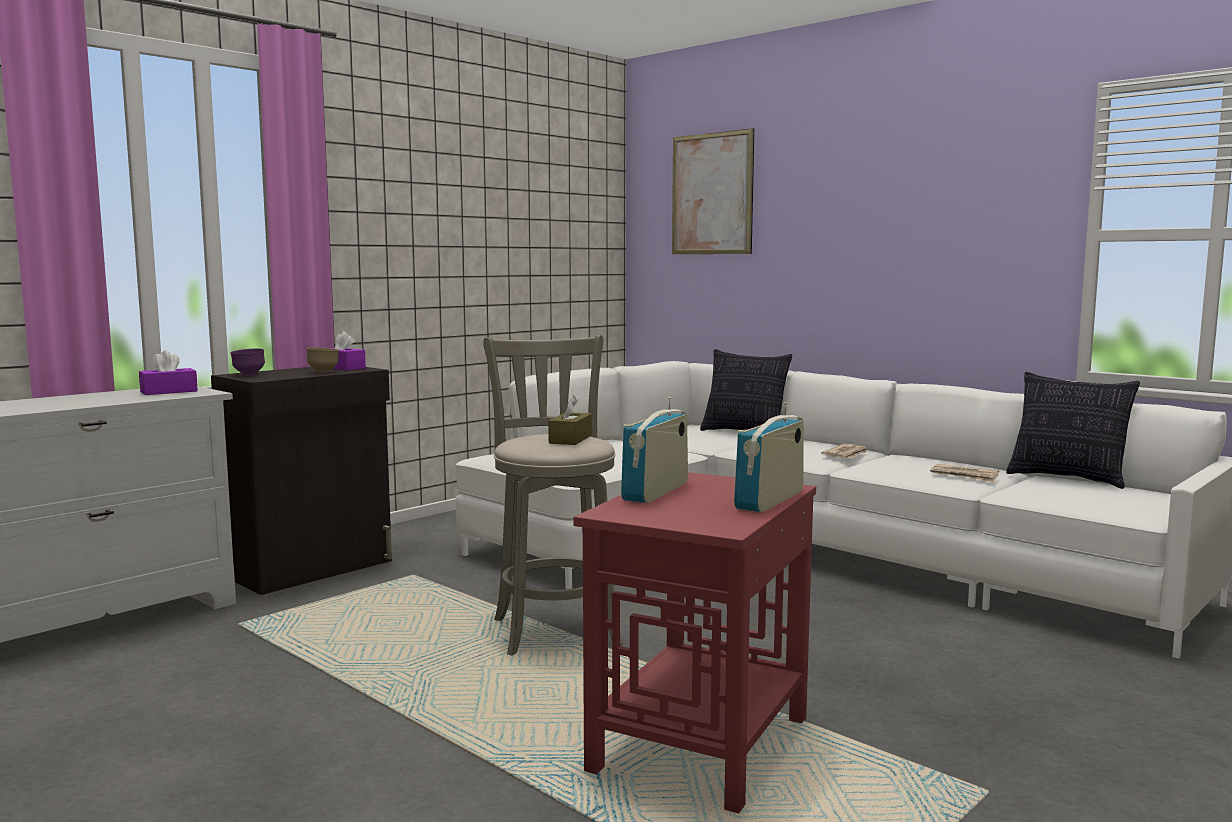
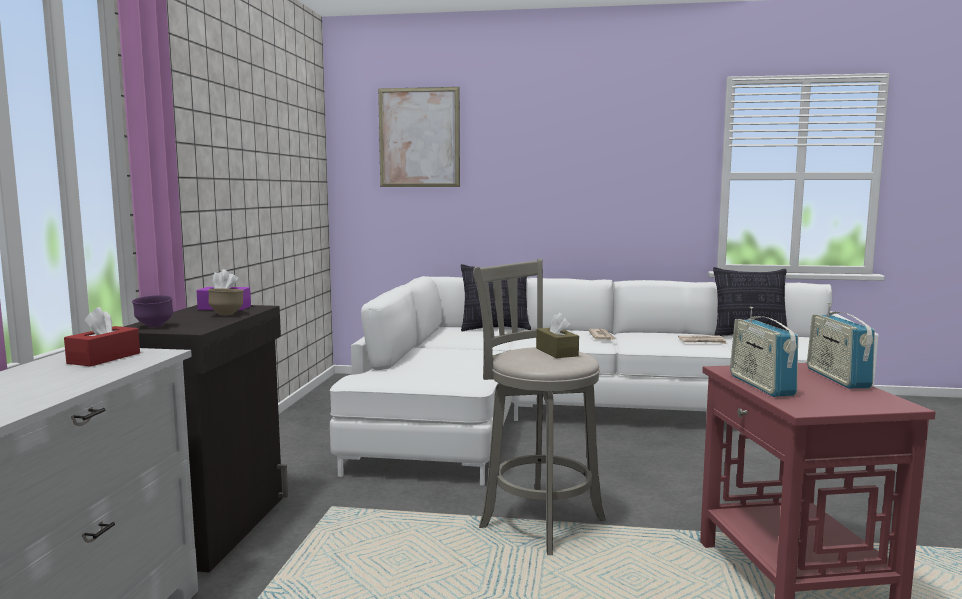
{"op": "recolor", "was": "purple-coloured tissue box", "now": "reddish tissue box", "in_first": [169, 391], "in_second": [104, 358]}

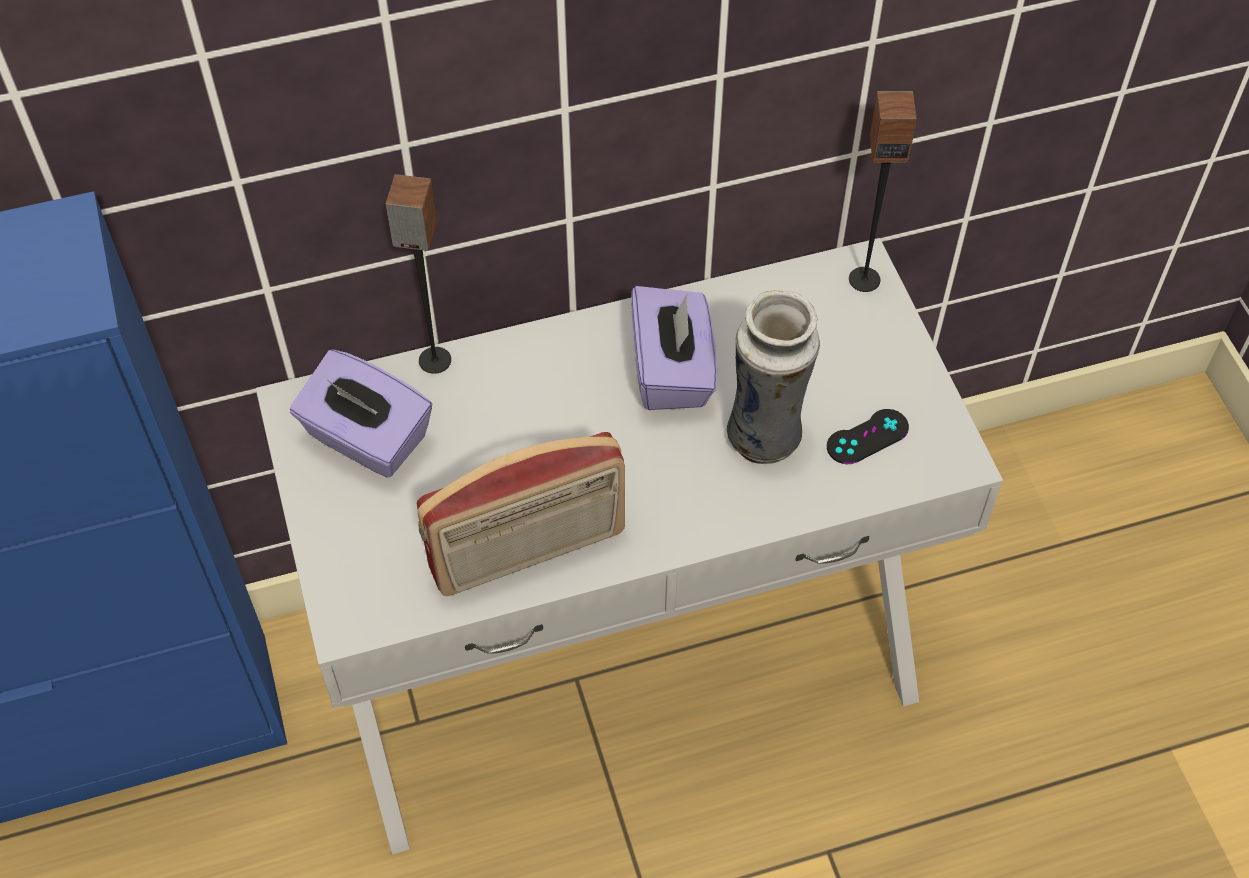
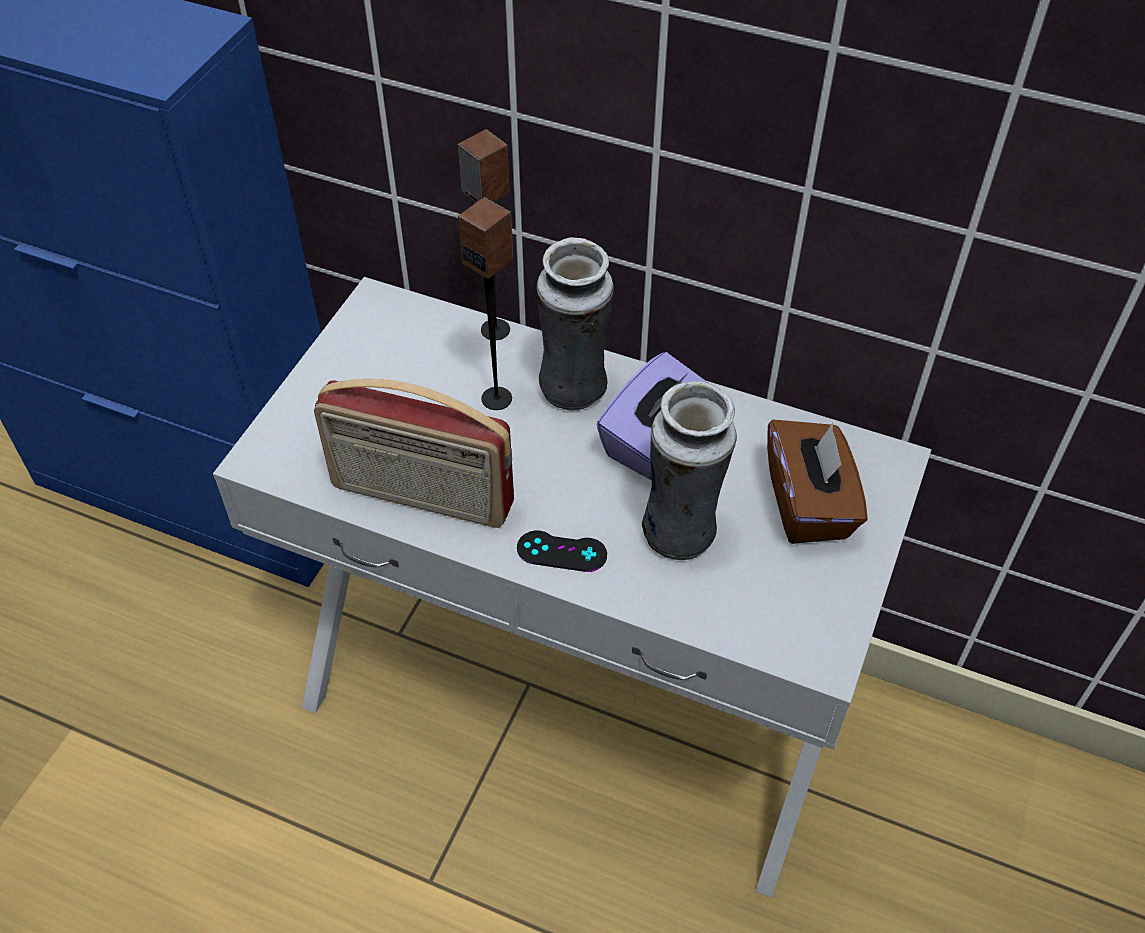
{"op": "move", "was": "audio speaker", "in_first": [864, 279], "in_second": [497, 398]}
{"op": "move", "was": "black-coloured joypad", "in_first": [867, 437], "in_second": [561, 551]}
{"op": "insert", "now": "decorative vase", "in_second": [574, 390]}
{"op": "insert", "now": "brown-coloured tissue box", "in_second": [809, 504]}
{"op": "delete", "was": "purple-coloured tissue box", "in_first": [366, 438]}

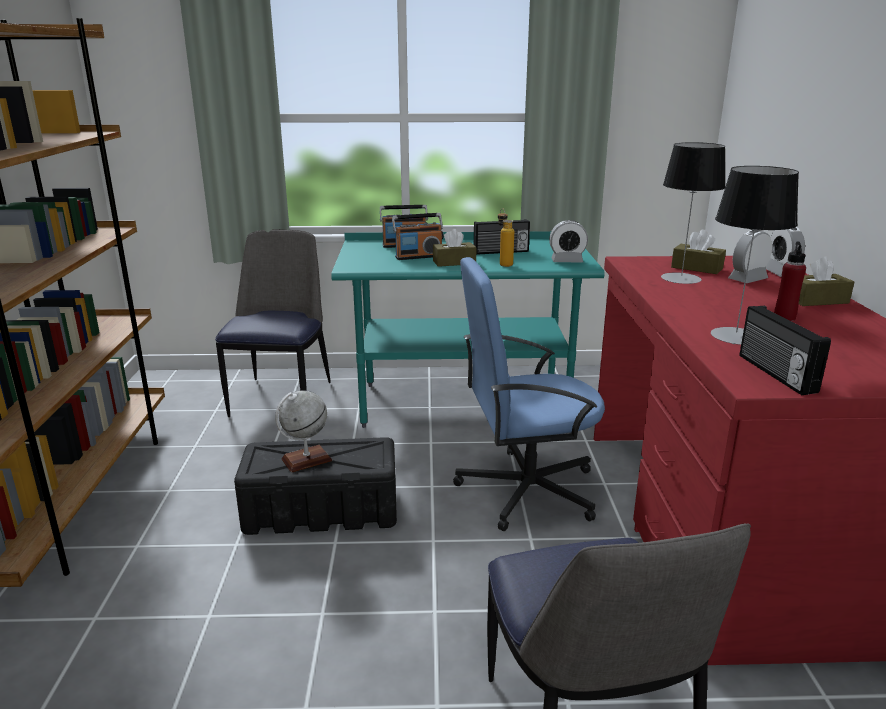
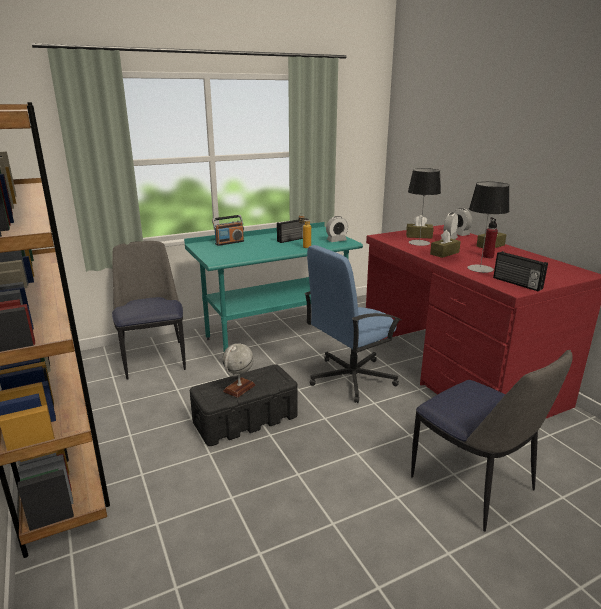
{"op": "move", "was": "brown-coloured tissue box", "in_first": [454, 262], "in_second": [444, 253]}
{"op": "delete", "was": "radio", "in_first": [418, 256]}

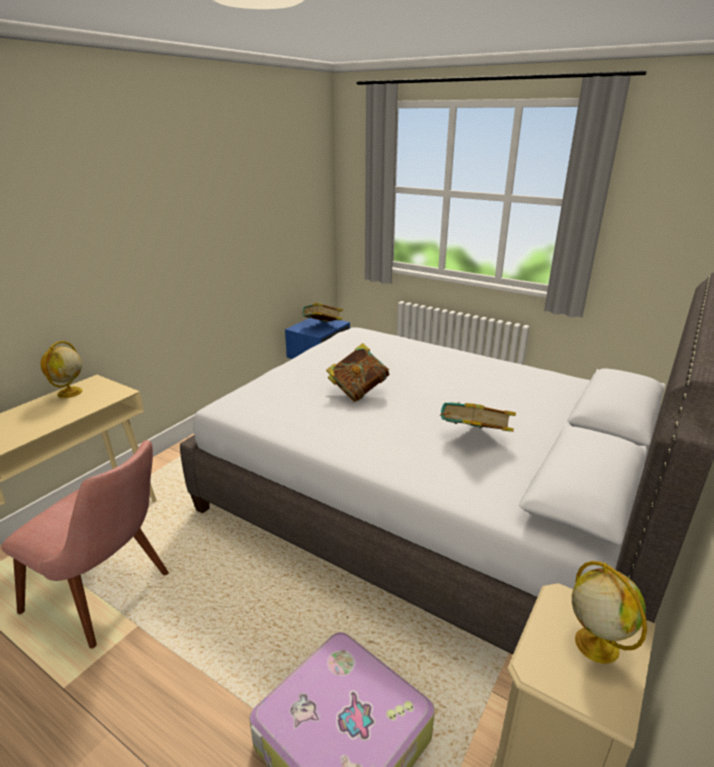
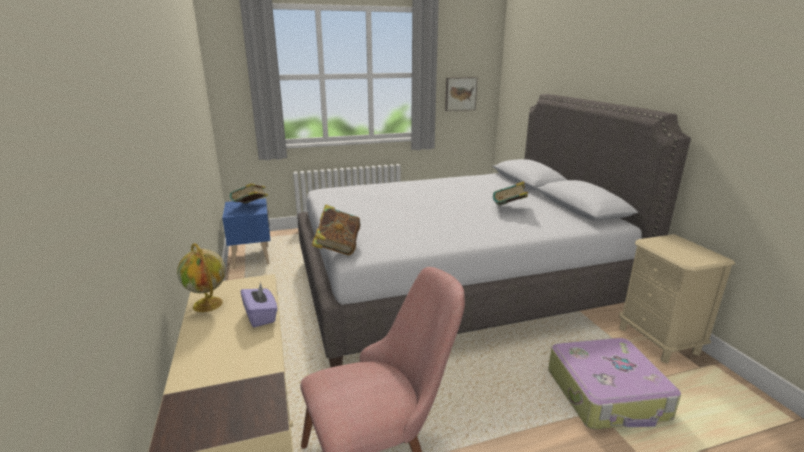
{"op": "insert", "now": "purple-coloured tissue box", "in_second": [261, 316]}
{"op": "move", "was": "book", "in_first": [358, 391], "in_second": [337, 248]}
{"op": "insert", "now": "wall art", "in_second": [460, 94]}
{"op": "delete", "was": "globe", "in_first": [595, 643]}

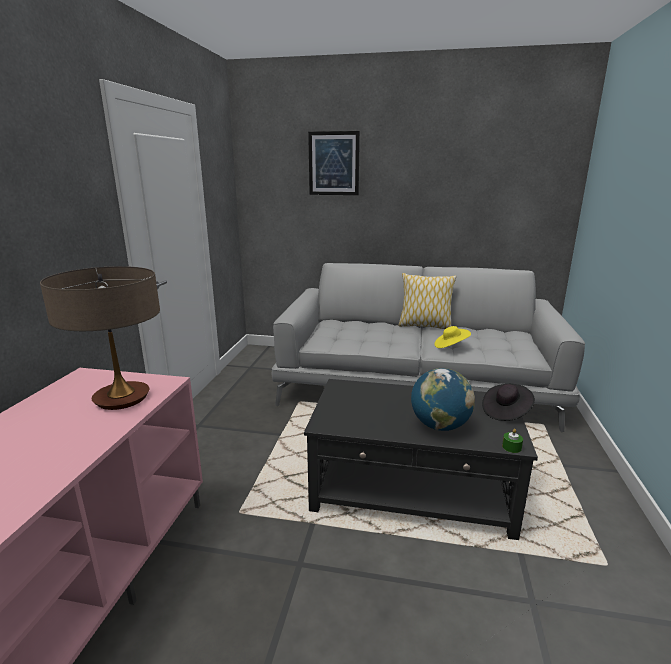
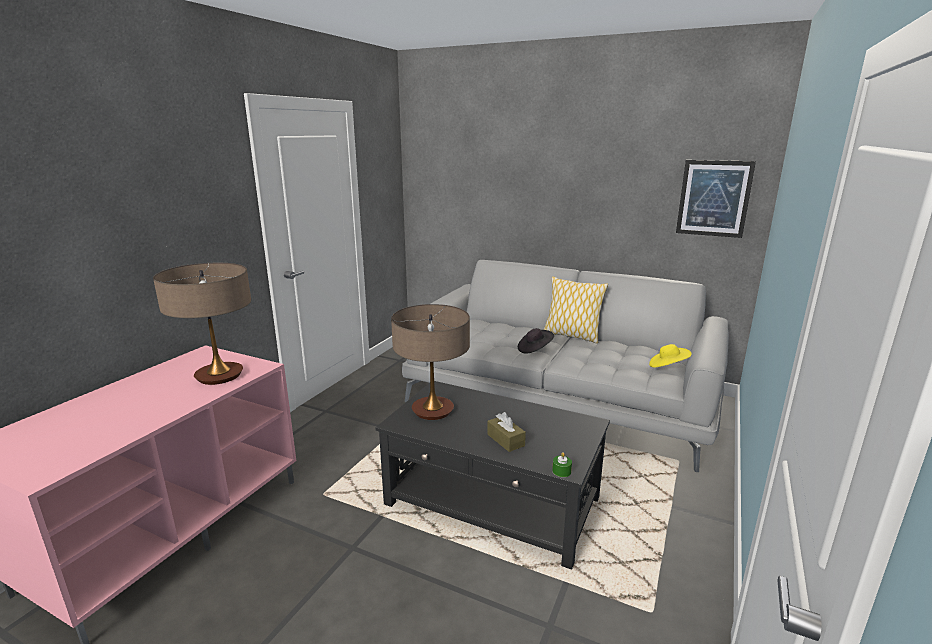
{"op": "insert", "now": "tabletop lamp", "in_second": [433, 410]}
{"op": "replace", "was": "globe", "now": "brown-coloured tissue box", "in_first": [439, 426], "in_second": [505, 440]}
{"op": "move", "was": "black-coloured wearable hat", "in_first": [506, 411], "in_second": [534, 349]}
{"op": "move", "was": "yellowish wearable hat", "in_first": [450, 346], "in_second": [667, 366]}
{"op": "move", "was": "wall art", "in_first": [334, 163], "in_second": [714, 198]}

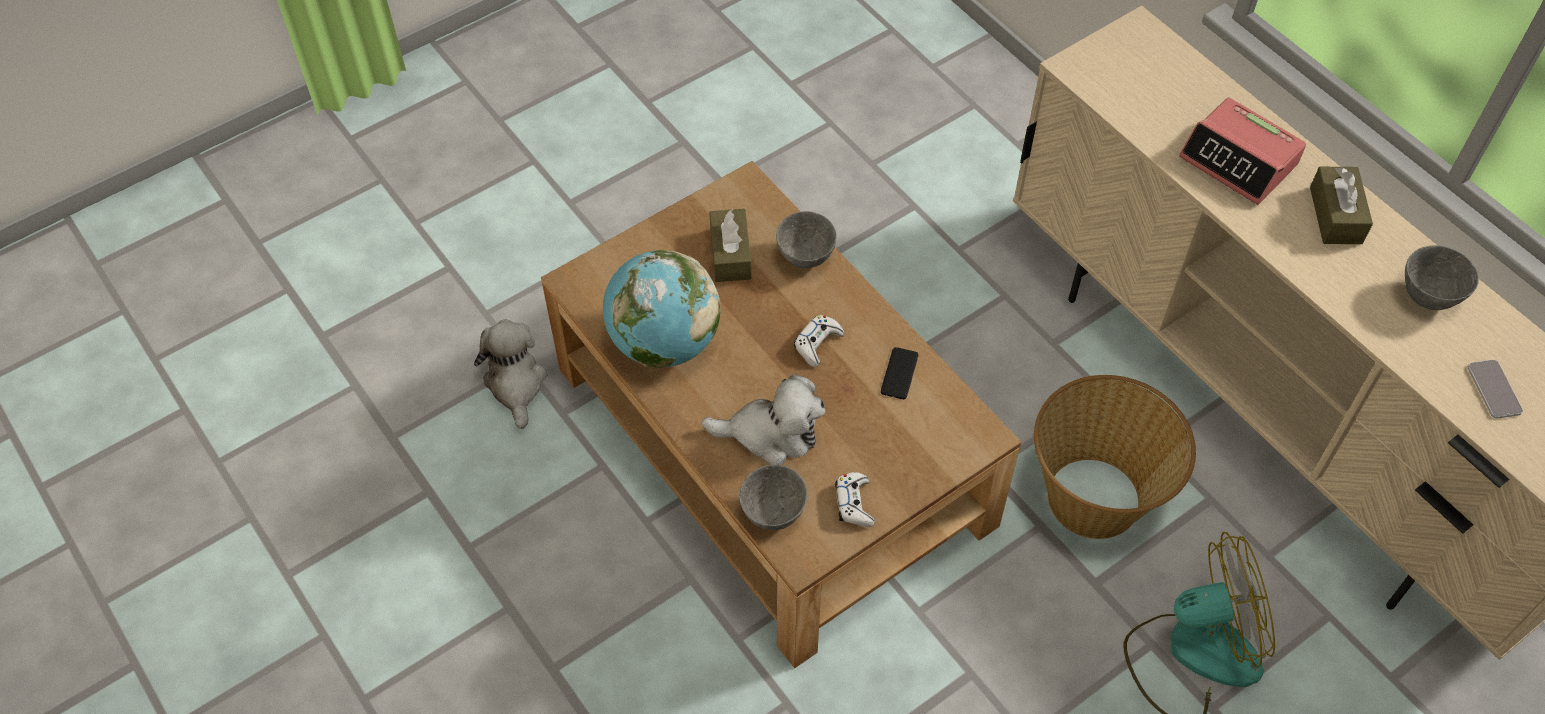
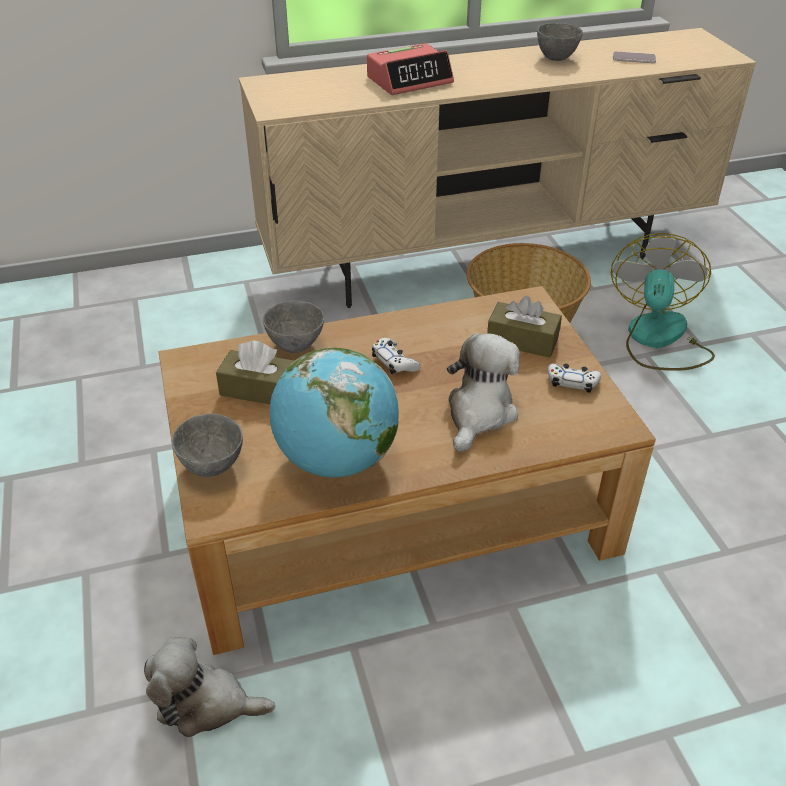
{"op": "move", "was": "greyish bowl", "in_first": [774, 514], "in_second": [213, 466]}
{"op": "move", "was": "brown-coloured tissue box", "in_first": [1335, 215], "in_second": [522, 340]}
{"op": "delete", "was": "handset", "in_first": [899, 373]}

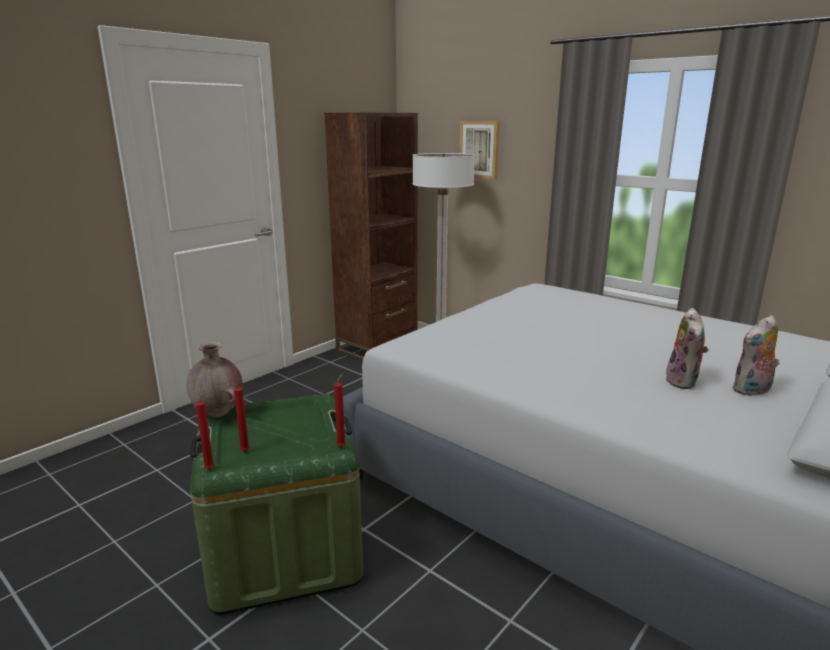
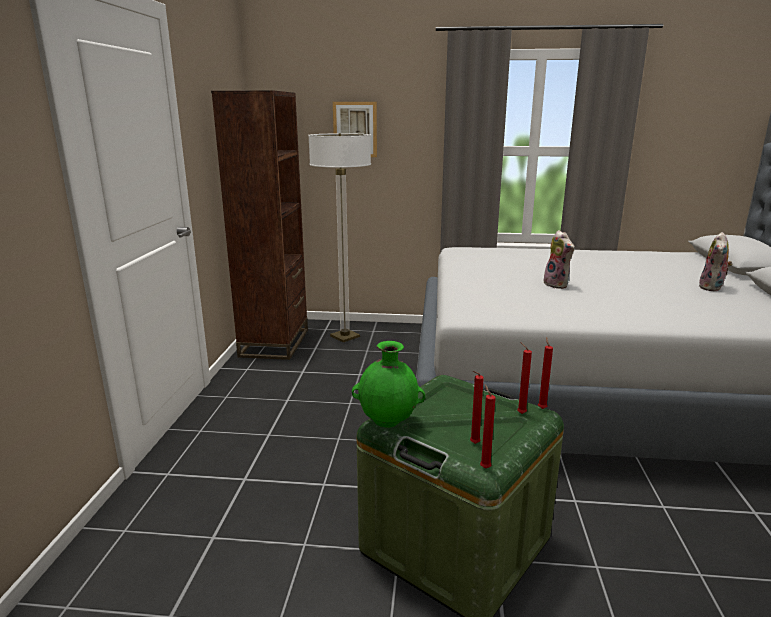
{"op": "recolor", "was": "brown-coloured decorative vase", "now": "green decorative vase", "in_first": [219, 413], "in_second": [388, 422]}
{"op": "insert", "now": "reddish wax light", "in_second": [520, 413]}
{"op": "move", "was": "plush toy", "in_first": [684, 382], "in_second": [557, 285]}

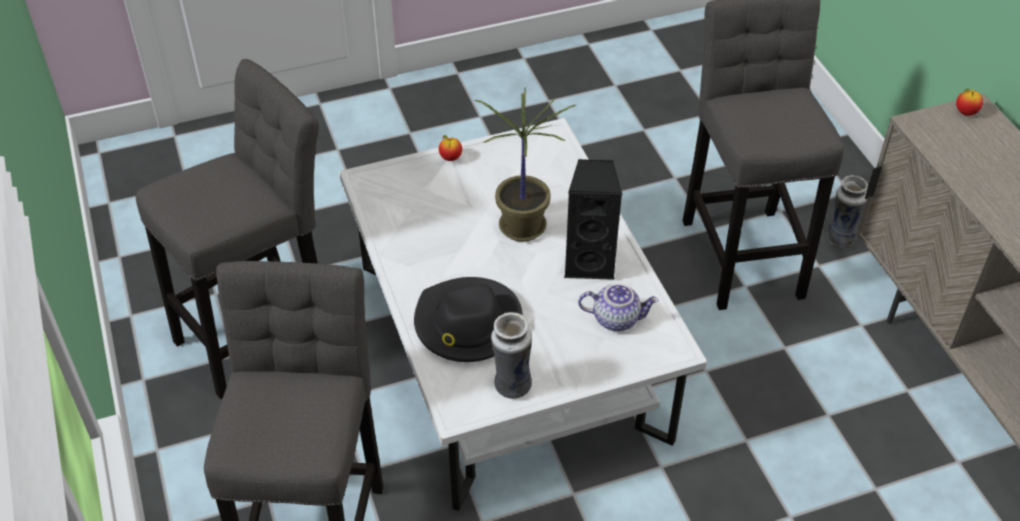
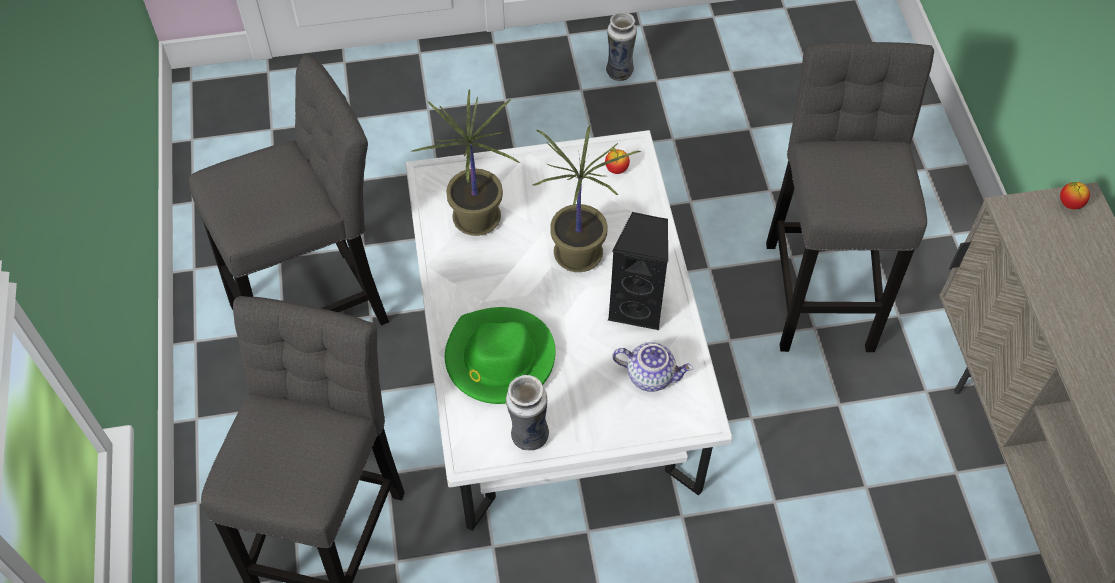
{"op": "insert", "now": "plant in a pot", "in_second": [478, 220]}
{"op": "recolor", "was": "black-coloured wearable hat", "now": "green wearable hat", "in_first": [467, 324], "in_second": [499, 358]}
{"op": "move", "was": "whole apple", "in_first": [450, 158], "in_second": [616, 169]}
{"op": "move", "was": "decorative vase", "in_first": [840, 238], "in_second": [619, 71]}

